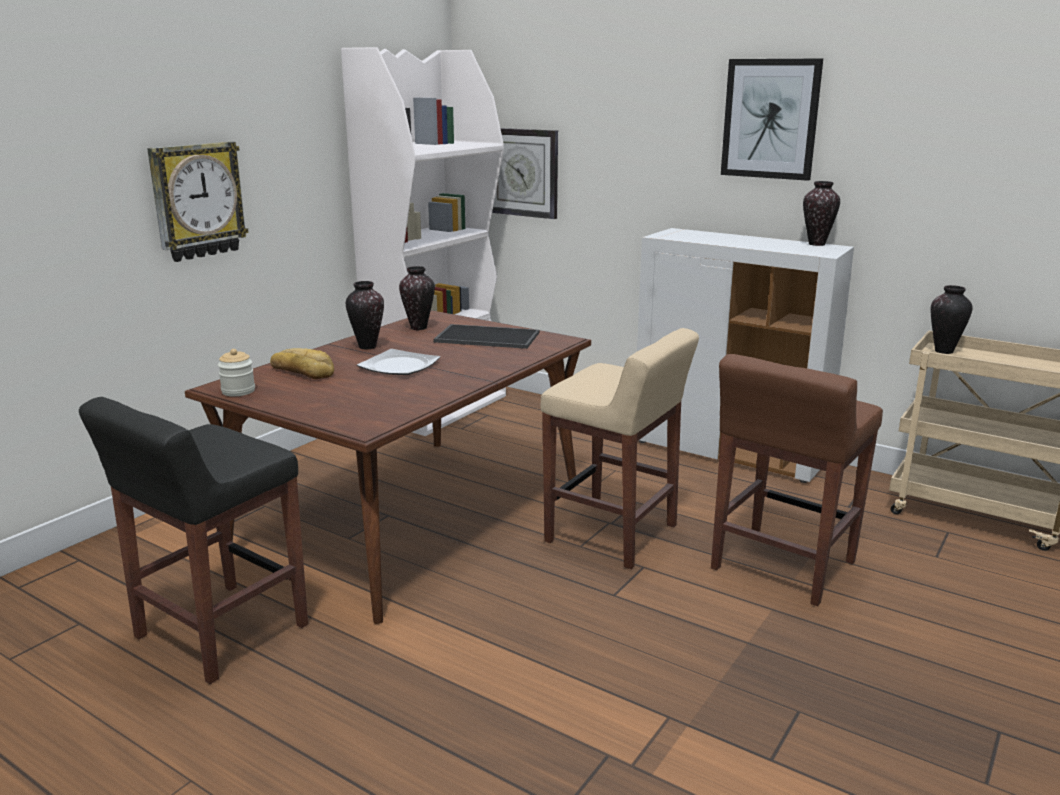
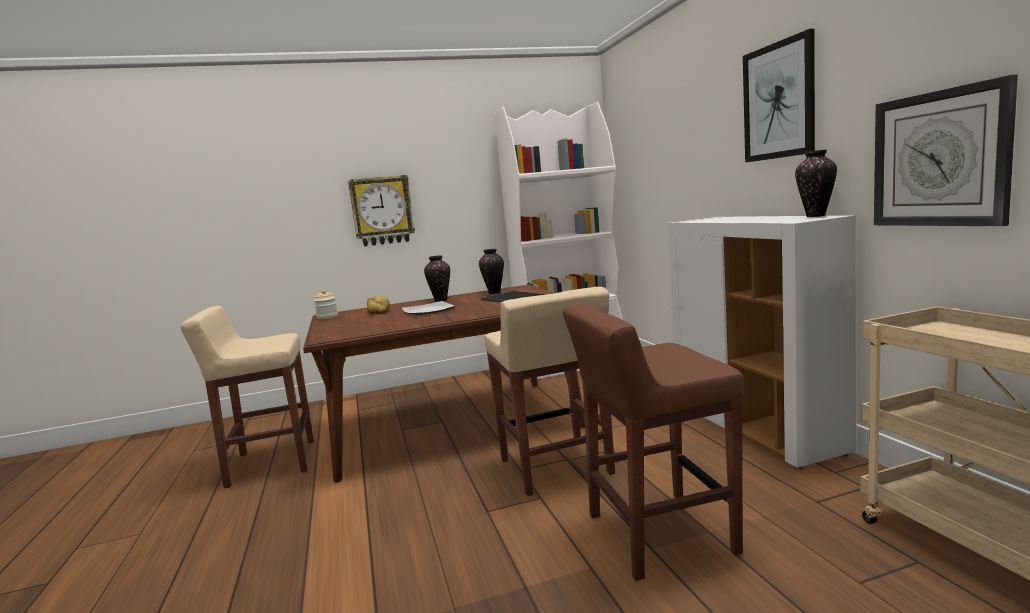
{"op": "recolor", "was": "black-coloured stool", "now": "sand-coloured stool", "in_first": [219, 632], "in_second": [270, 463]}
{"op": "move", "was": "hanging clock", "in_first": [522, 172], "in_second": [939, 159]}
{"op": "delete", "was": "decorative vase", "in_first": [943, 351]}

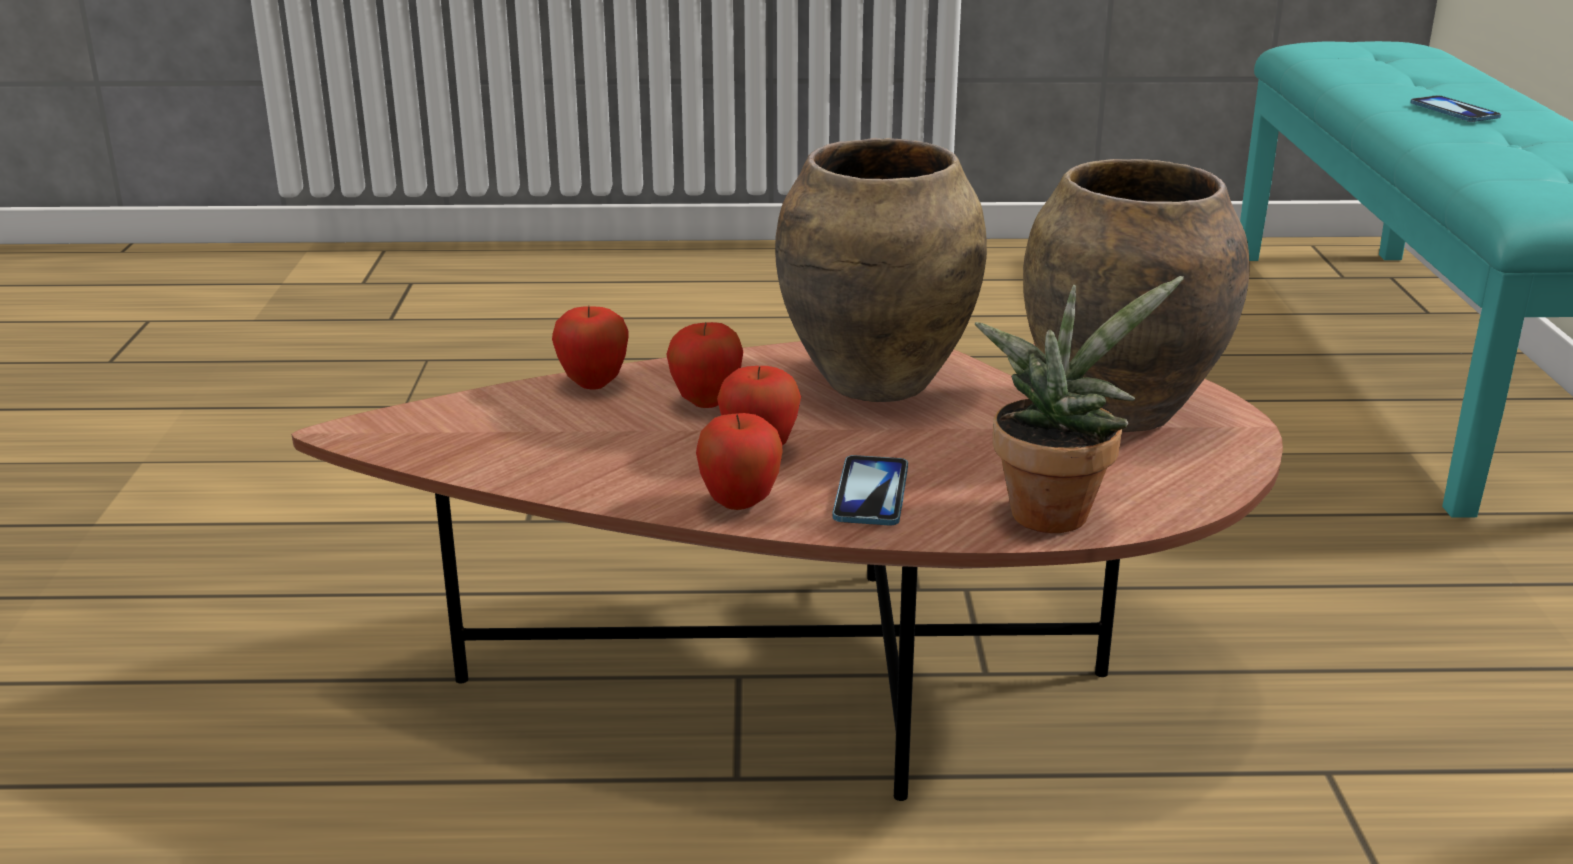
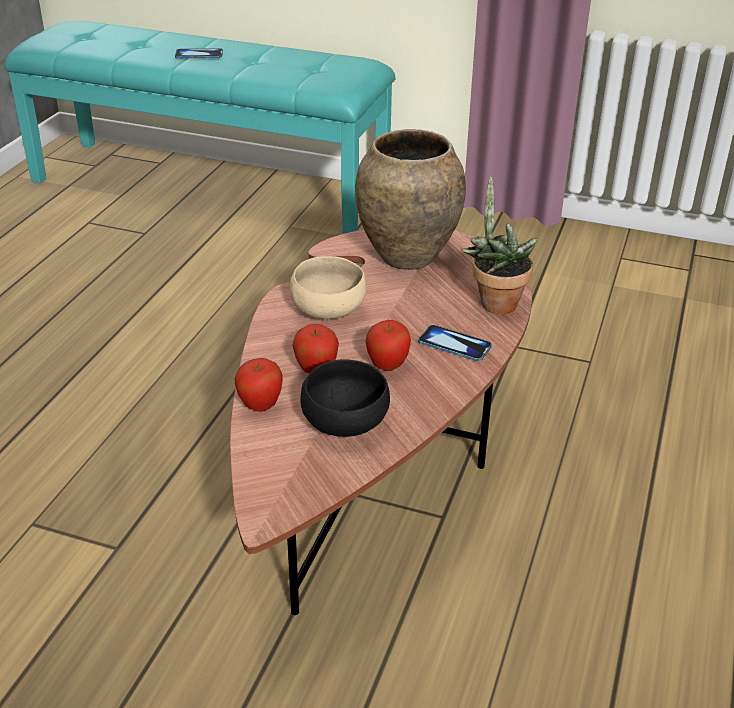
{"op": "replace", "was": "brown-coloured decorative vase", "now": "sand-coloured bowl", "in_first": [878, 384], "in_second": [330, 311]}
{"op": "insert", "now": "black-coloured bowl", "in_second": [347, 424]}
{"op": "delete", "was": "whole apple", "in_first": [739, 504]}

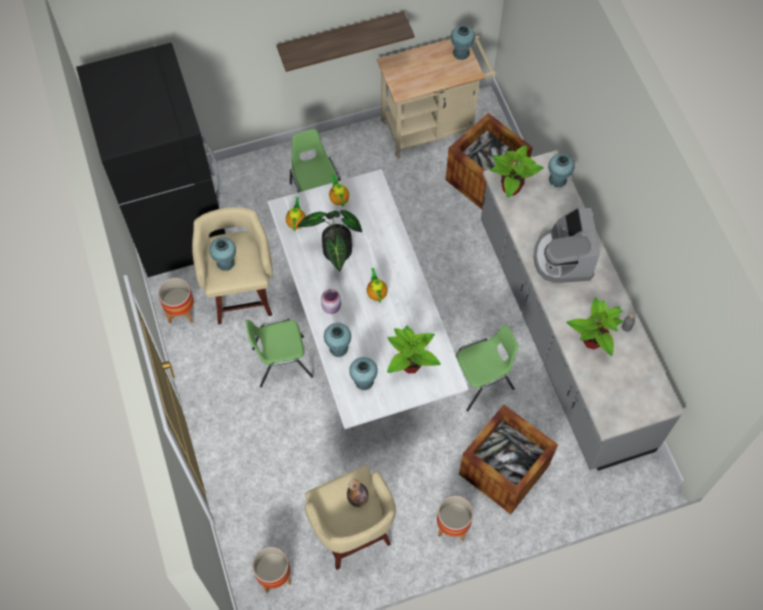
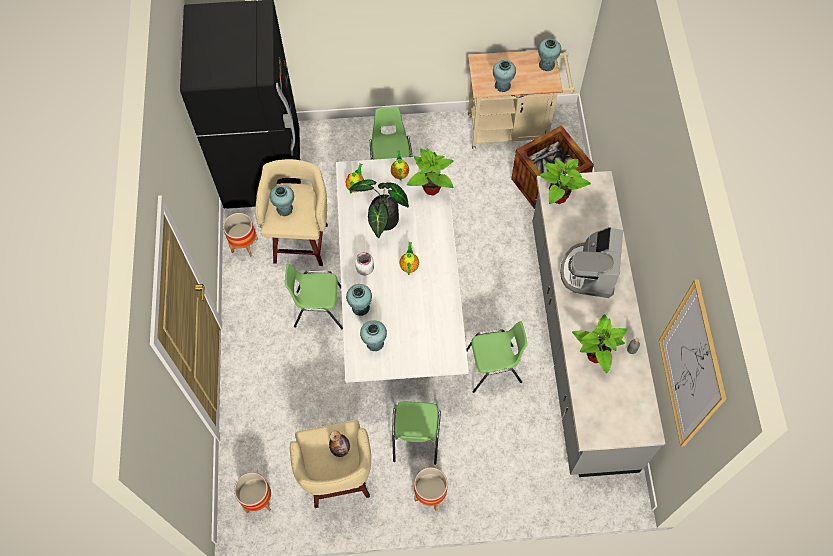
{"op": "recolor", "was": "pinkish storage jar", "now": "white-coloured storage jar", "in_first": [331, 306], "in_second": [365, 268]}
{"op": "insert", "now": "green upright chair", "in_second": [415, 438]}
{"op": "move", "was": "plant in a pot", "in_first": [410, 365], "in_second": [431, 188]}
{"op": "move", "was": "turquoise-coloured decorative vase", "in_first": [557, 180], "in_second": [502, 86]}
{"op": "insert", "now": "wall art", "in_second": [691, 366]}
{"op": "delete", "was": "bracket shelf", "in_first": [341, 37]}
{"op": "delete", "was": "crate", "in_first": [504, 470]}

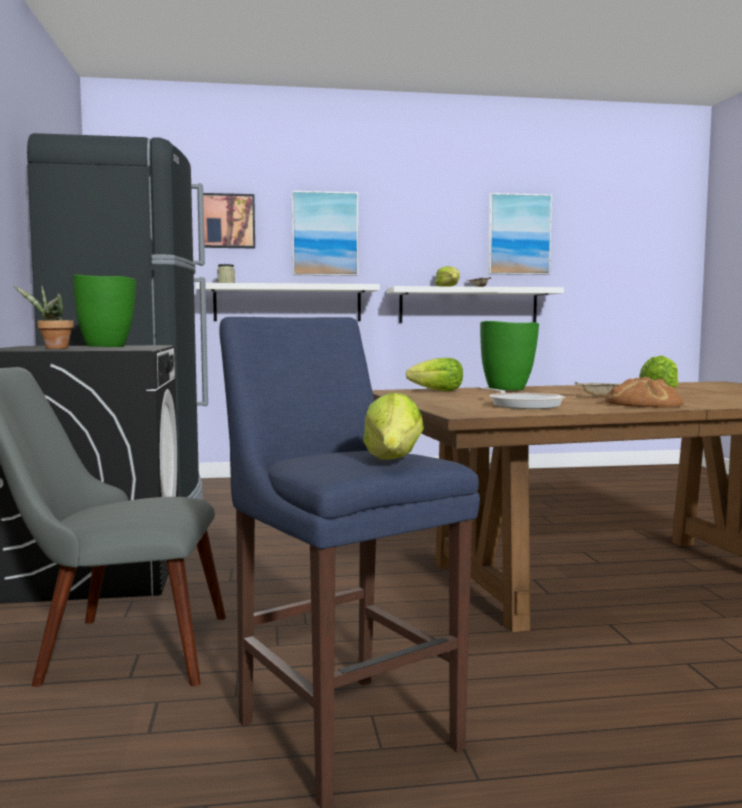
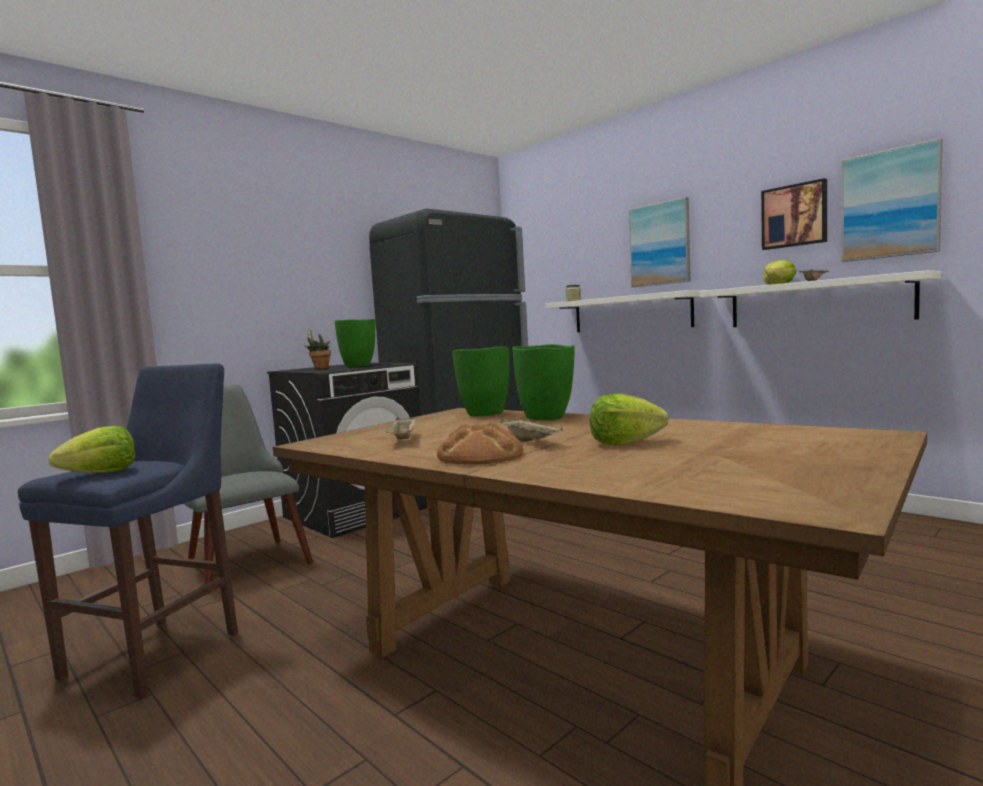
{"op": "replace", "was": "pan", "now": "sand-coloured serving tray", "in_first": [523, 405], "in_second": [403, 439]}
{"op": "replace", "was": "lettuce head", "now": "green decorative vase", "in_first": [437, 391], "in_second": [484, 414]}
{"op": "move", "was": "wall art", "in_first": [228, 221], "in_second": [794, 216]}

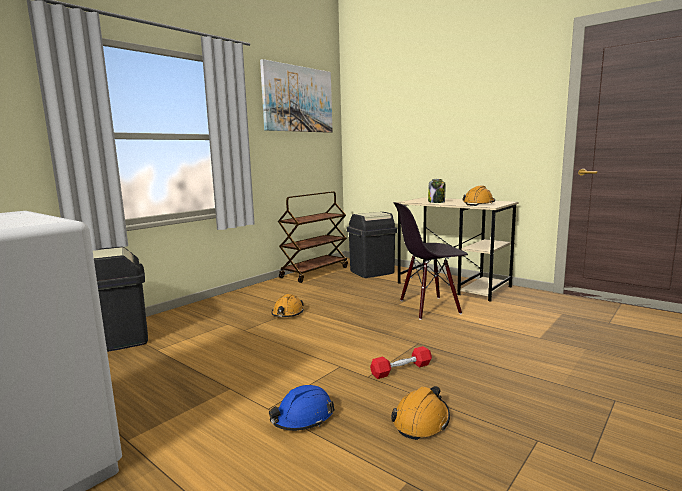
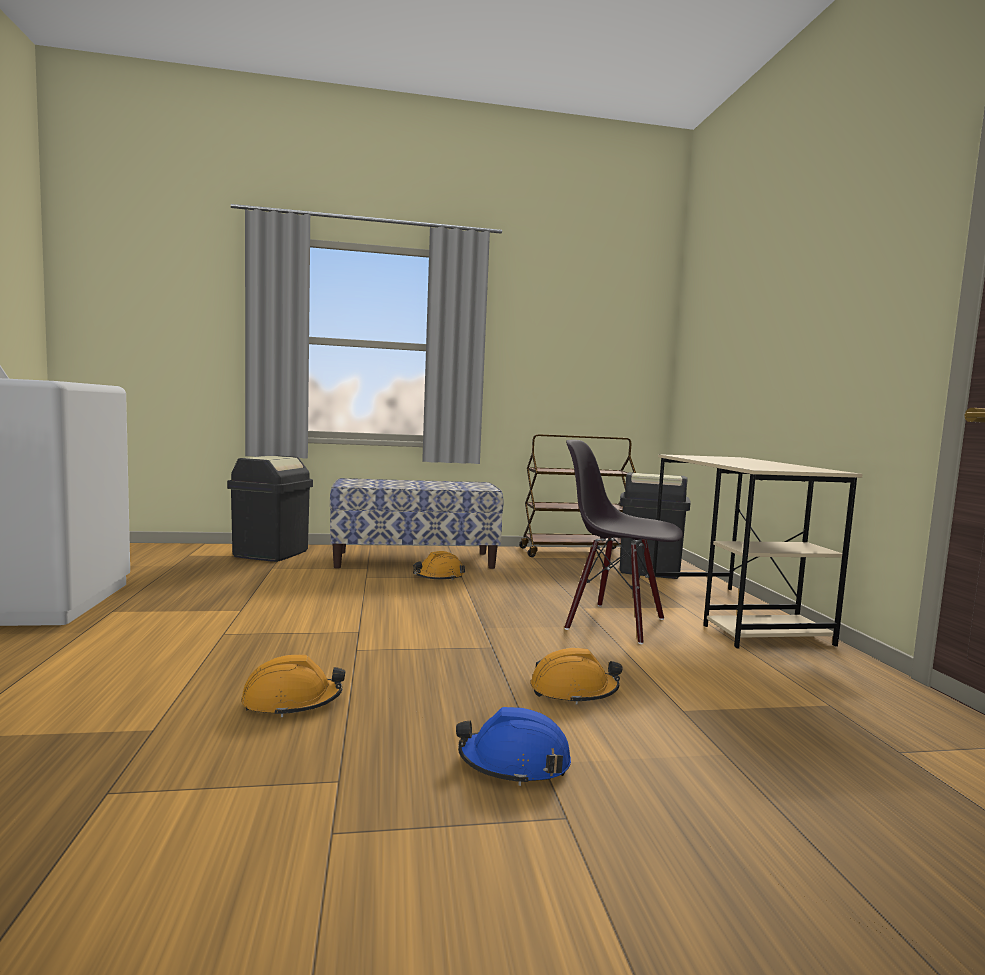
{"op": "insert", "now": "bench", "in_second": [415, 560]}
{"op": "move", "was": "blue safety helmet", "in_first": [302, 418], "in_second": [514, 763]}
{"op": "move", "was": "orange-coloured safety helmet", "in_first": [479, 204], "in_second": [573, 691]}
{"op": "delete", "was": "wall art", "in_first": [298, 99]}
{"op": "delete", "was": "reddish dumbbell", "in_first": [401, 369]}
{"op": "delete", "was": "storage jar", "in_first": [436, 202]}

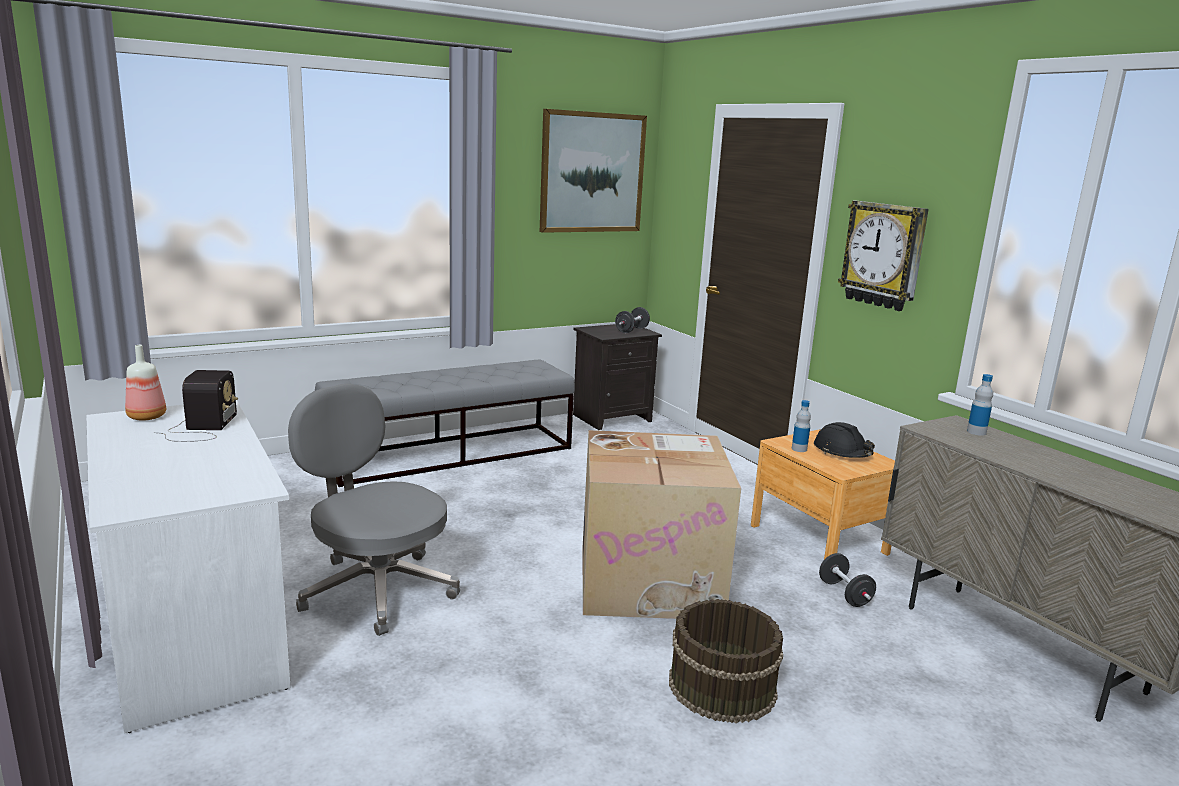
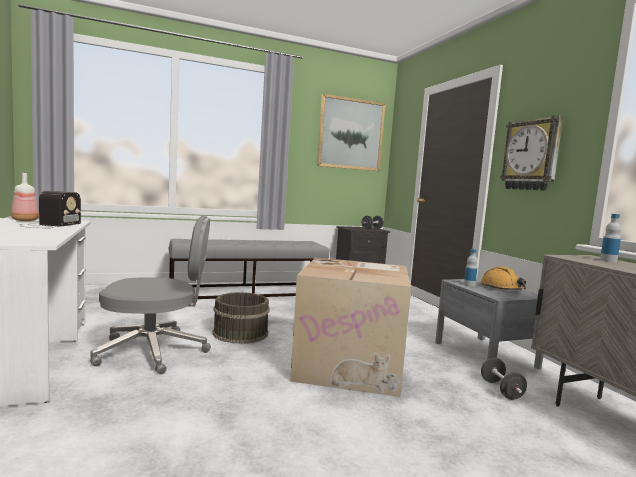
{"op": "rotate", "was": "greyish computer chair", "in_first": [376, 589], "in_second": [154, 351], "clockwise": 120}
{"op": "move", "was": "brown-coloured bucket", "in_first": [721, 687], "in_second": [240, 333]}
{"op": "recolor", "was": "brown-coloured nightstand", "now": "greyish nightstand", "in_first": [818, 539], "in_second": [485, 354]}
{"op": "recolor", "was": "black-coloured safety helmet", "now": "orange-coloured safety helmet", "in_first": [842, 452], "in_second": [502, 289]}

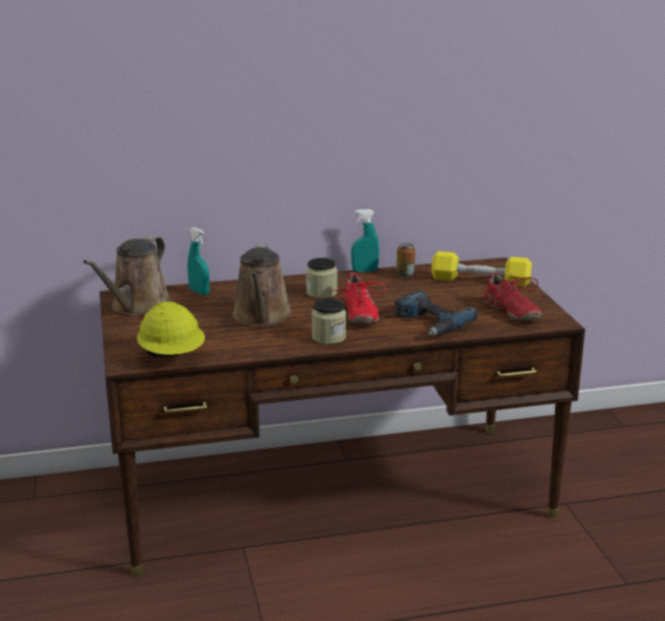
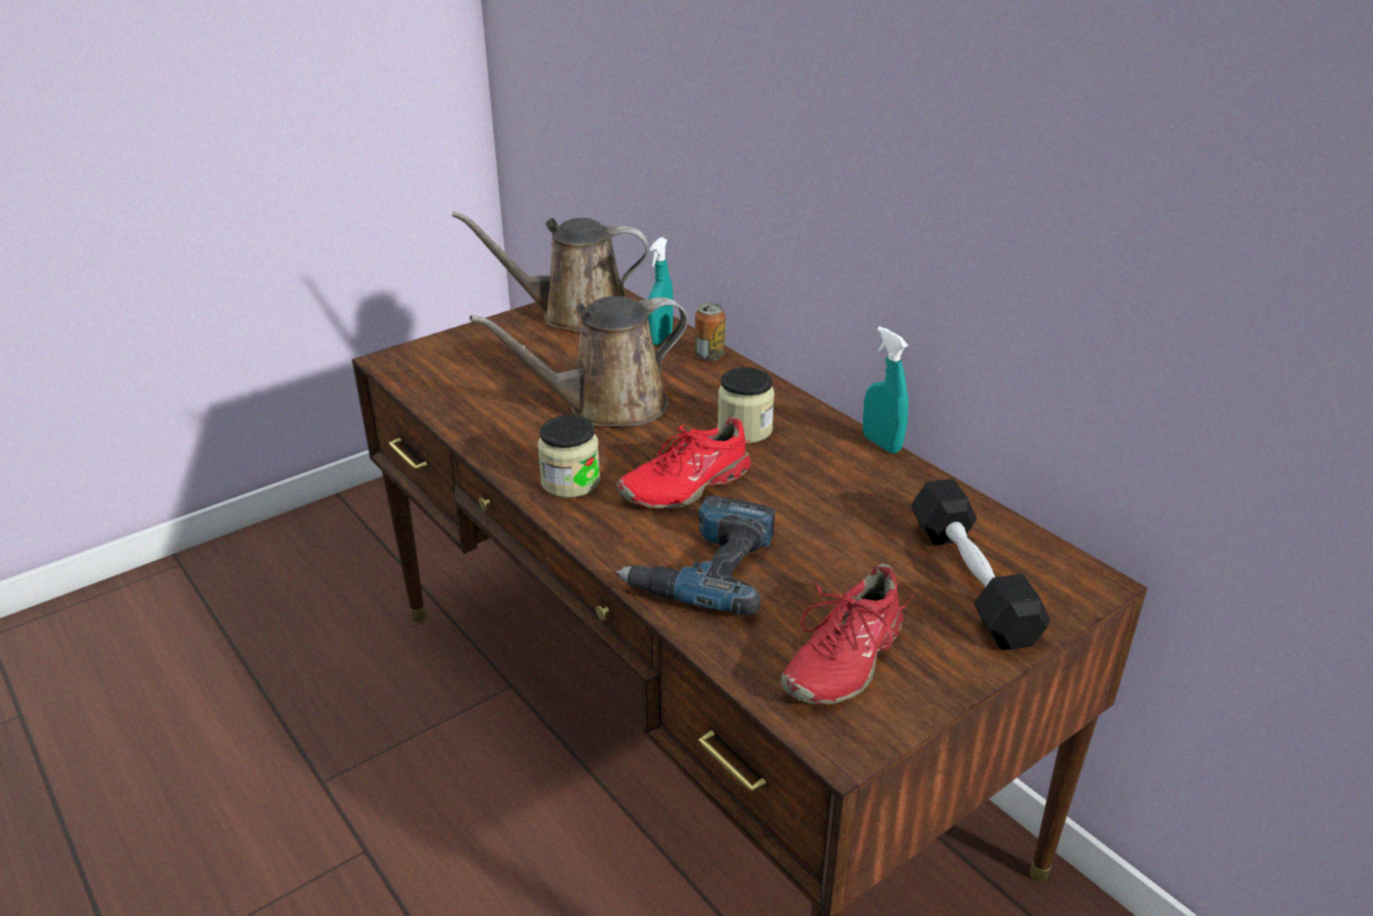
{"op": "move", "was": "can", "in_first": [405, 275], "in_second": [709, 355]}
{"op": "recolor", "was": "yellowish dumbbell", "now": "black-coloured dumbbell", "in_first": [480, 280], "in_second": [971, 581]}
{"op": "delete", "was": "yellowish safety helmet", "in_first": [172, 356]}

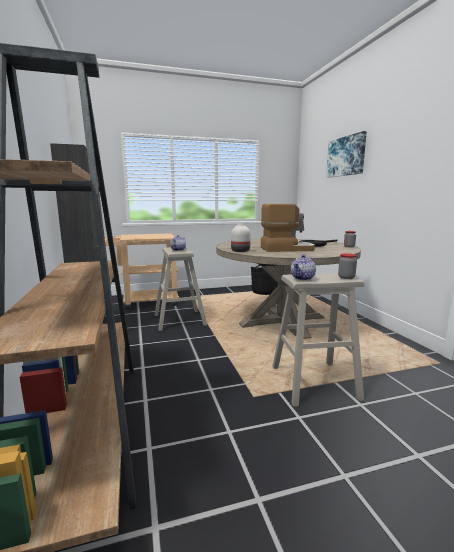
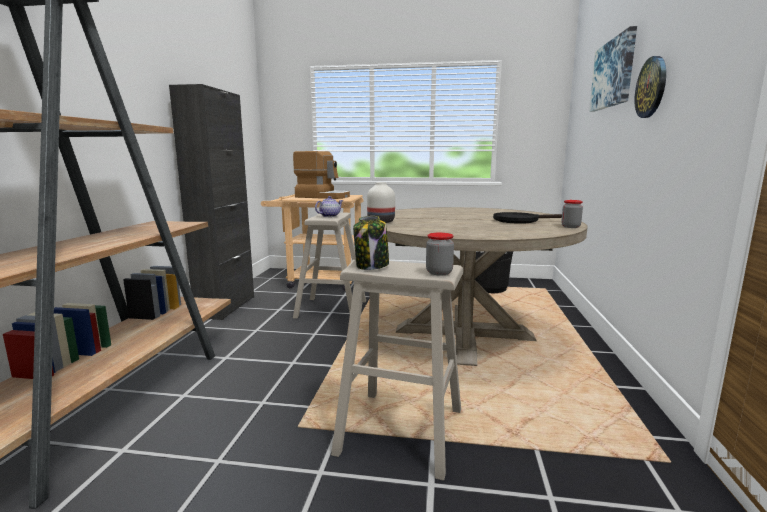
{"op": "move", "was": "coffee maker", "in_first": [286, 249], "in_second": [323, 196]}
{"op": "replace", "was": "teapot", "now": "storage jar", "in_first": [302, 278], "in_second": [372, 266]}
{"op": "insert", "now": "hanging clock", "in_second": [651, 87]}

